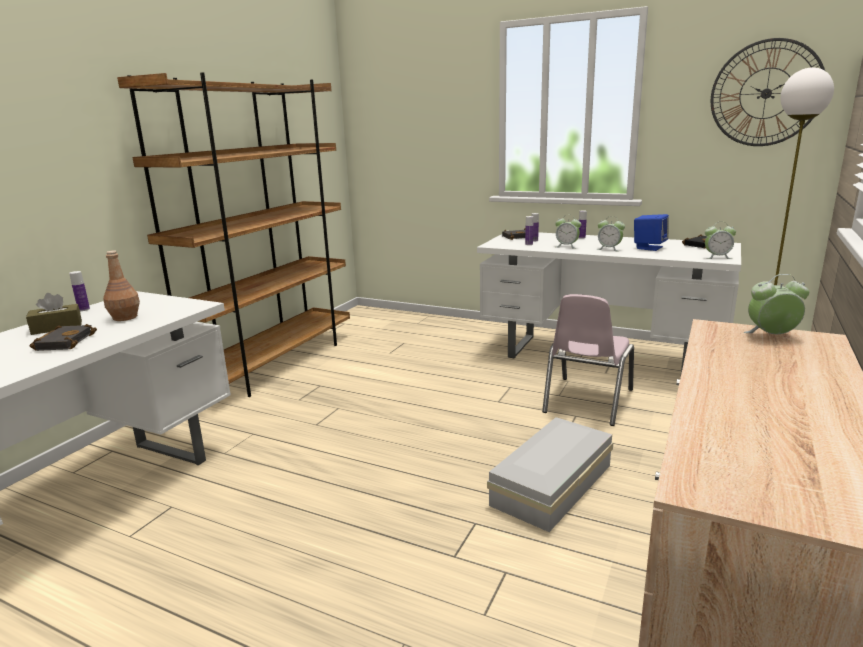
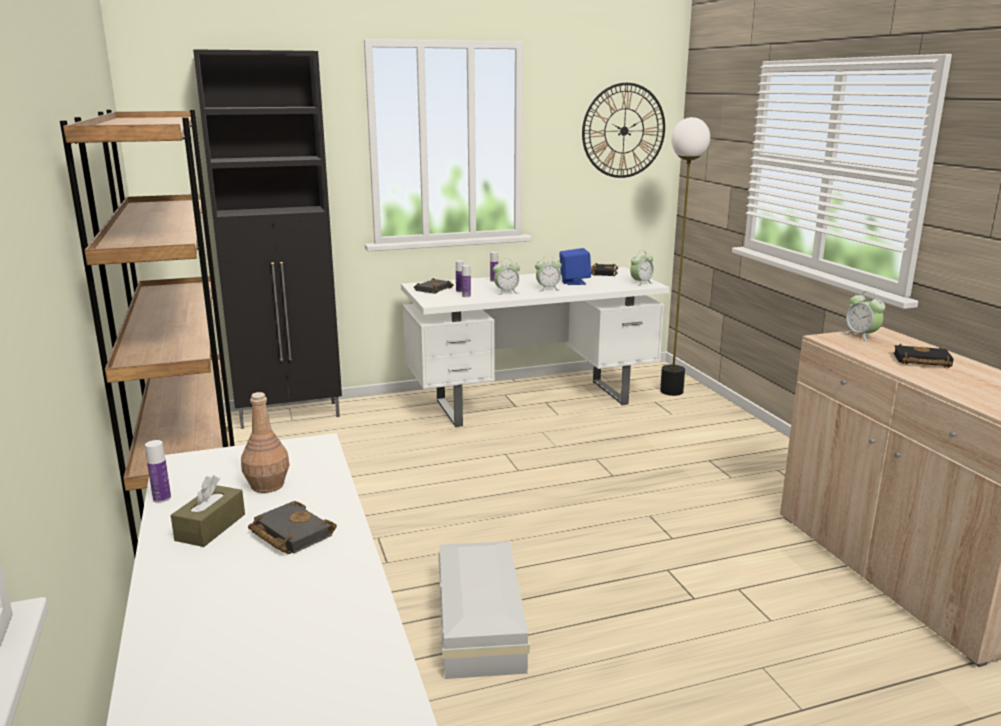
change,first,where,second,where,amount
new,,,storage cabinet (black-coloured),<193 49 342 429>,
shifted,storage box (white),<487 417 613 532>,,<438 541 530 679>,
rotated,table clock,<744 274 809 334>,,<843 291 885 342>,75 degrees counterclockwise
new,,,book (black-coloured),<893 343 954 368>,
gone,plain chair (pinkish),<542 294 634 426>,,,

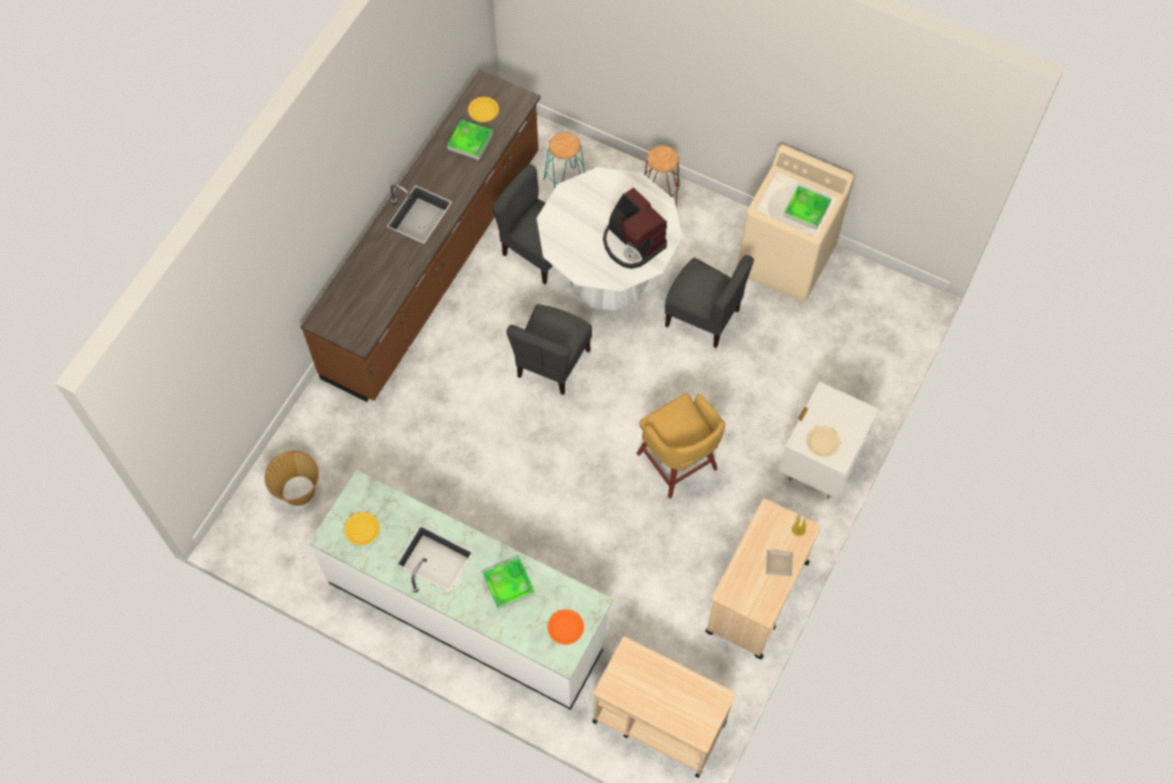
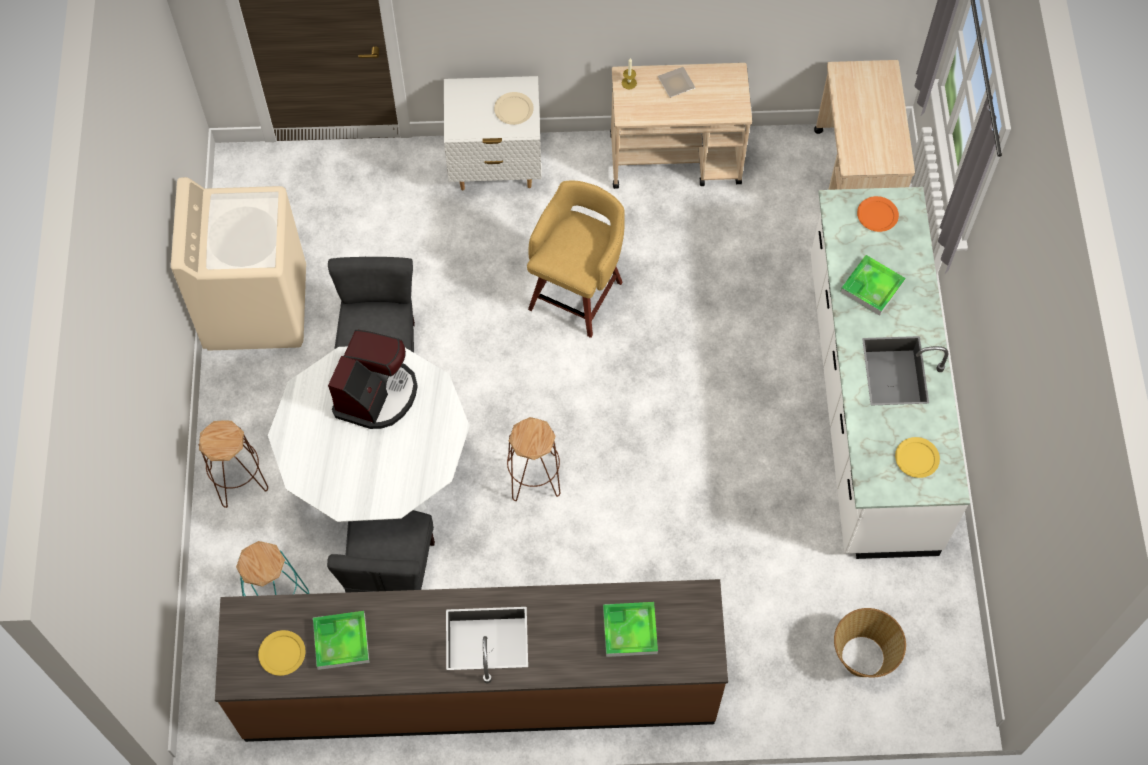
change,first,where,second,where,amount
swapped,plain chair (grey),<506 304 592 395>,sitting stool (brown-coloured),<507 417 561 501>,
shifted,tray,<784 186 831 230>,,<603 602 658 657>,

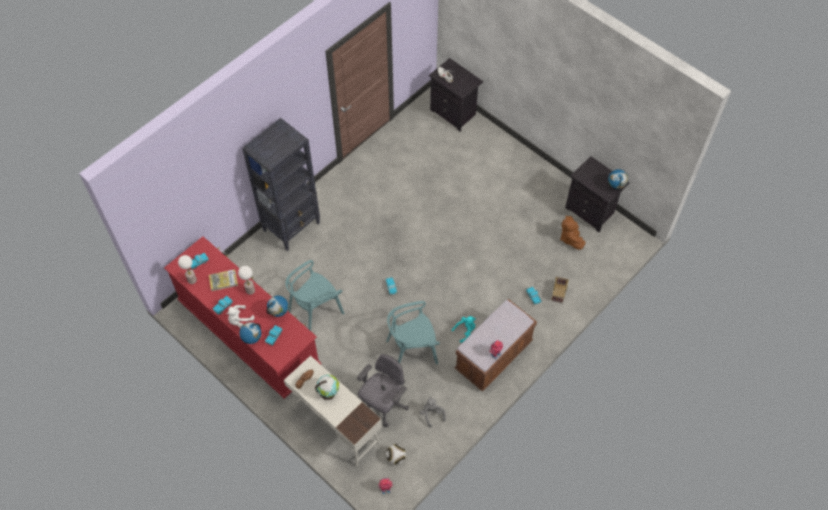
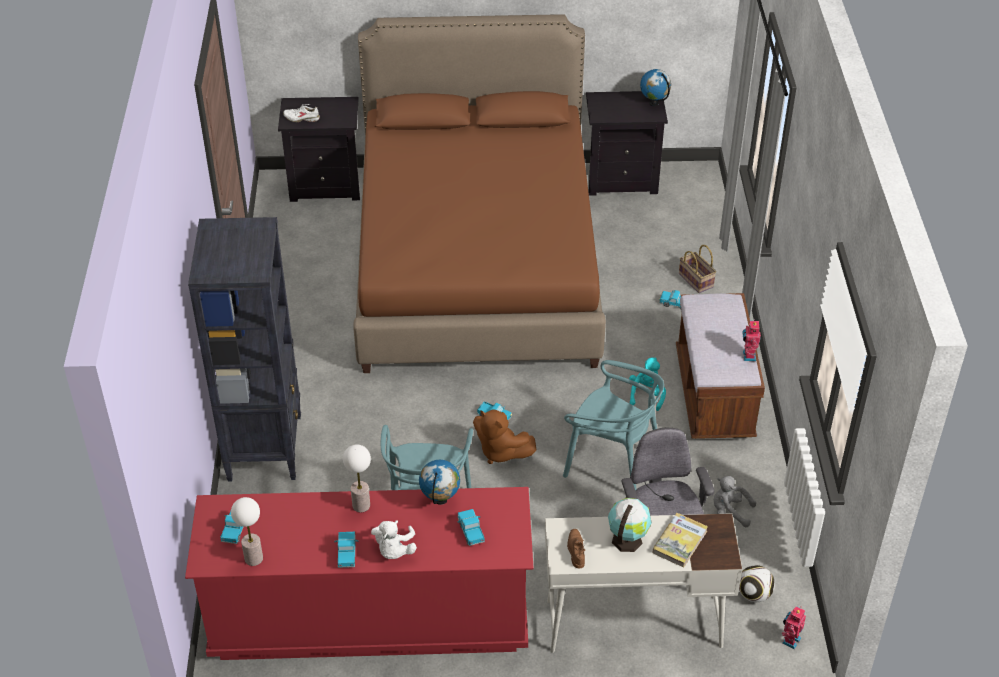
change,first,where,second,where,amount
new,,,sleeping bed (brown-coloured),<353 14 606 373>,
shifted,plush toy (brown-coloured),<560 215 585 250>,,<473 409 537 464>,
rotated,plain chair (turquoise-coloured),<386 301 440 364>,,<563 360 664 490>,90 degrees counterclockwise
shifted,book,<209 269 238 291>,,<652 513 708 567>,
gone,desk globe,<239 322 261 344>,,,

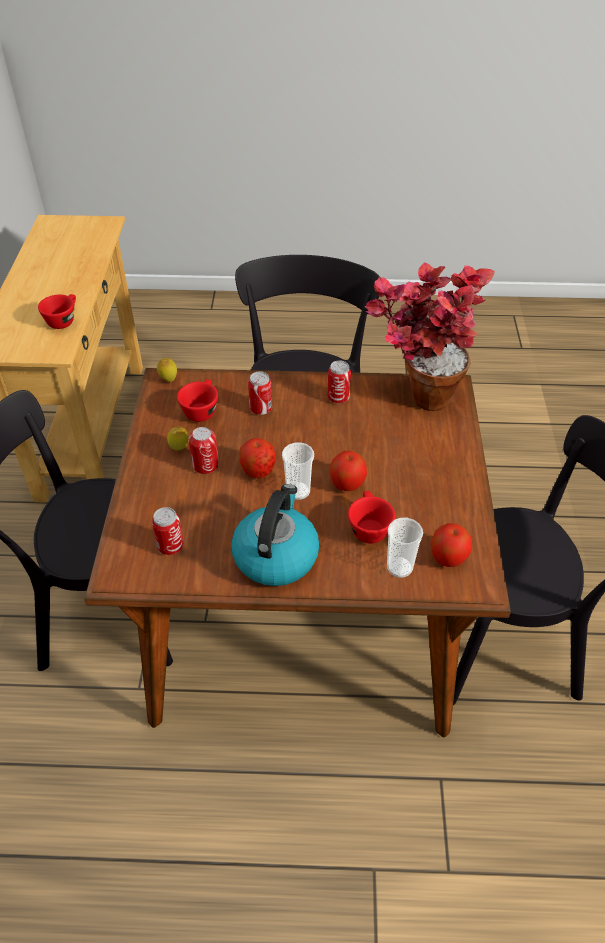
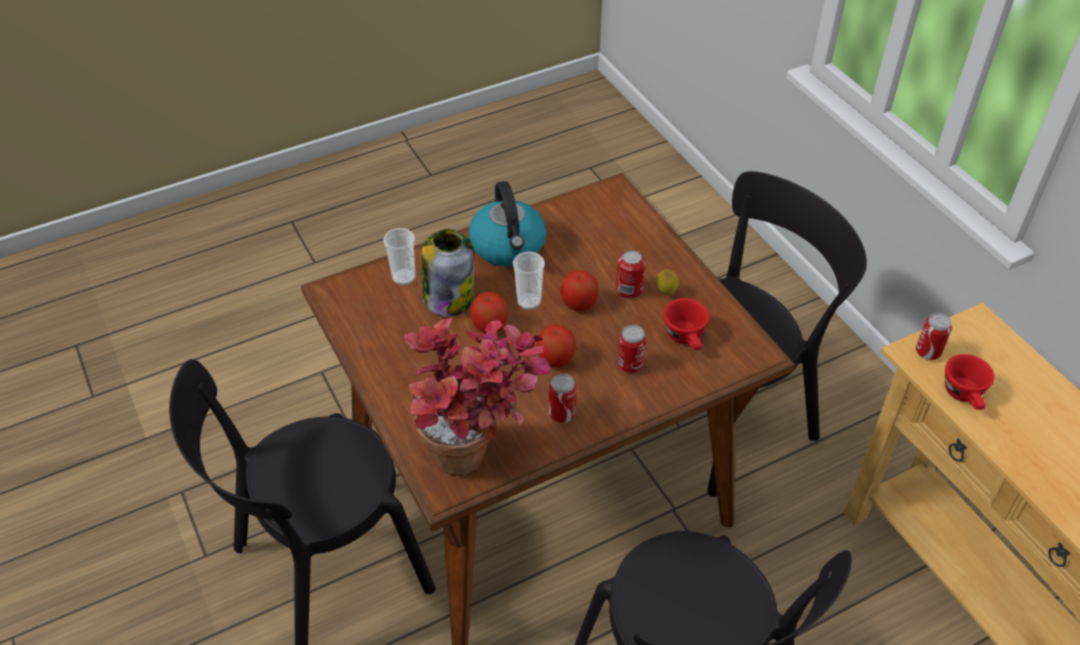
change,first,where,second,where,amount
swapped,cup (red-coloured),<348 491 395 544>,storage jar,<422 229 474 317>,
shifted,whole apple,<431 523 472 567>,,<536 324 576 368>,
shifted,can,<152 507 184 555>,,<916 313 952 360>,
gone,lemon,<157 358 177 382>,,,

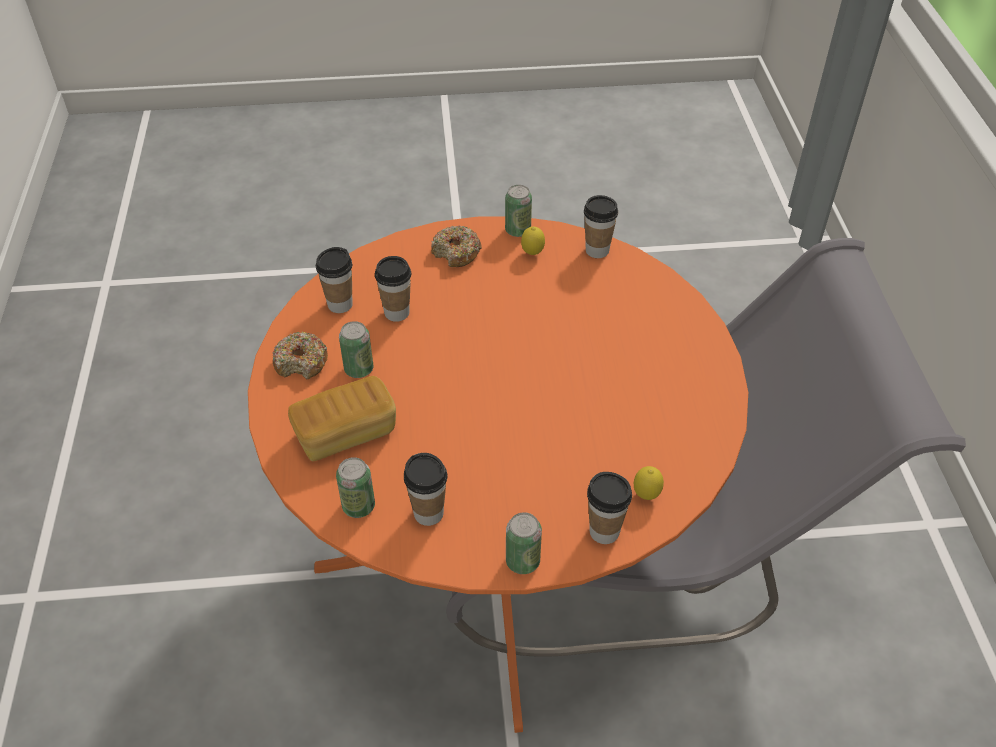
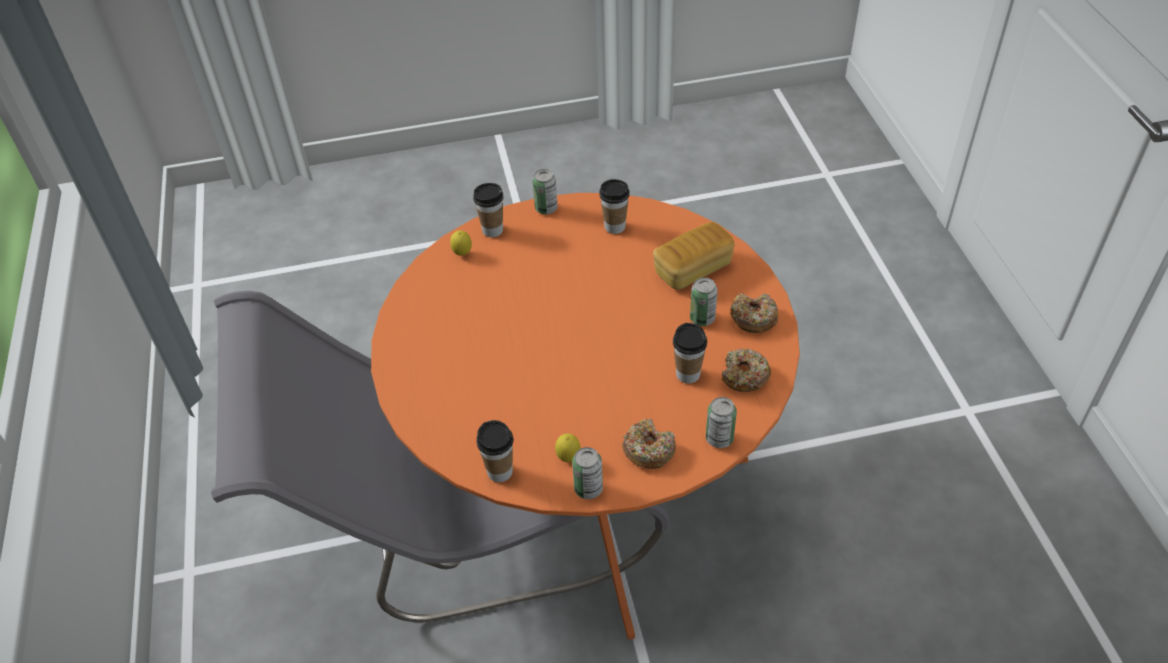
change,first,where,second,where,amount
shifted,can,<336 457 375 518>,,<706 397 737 448>,
swapped,cup,<316 247 353 313>,donut,<722 349 771 392>,

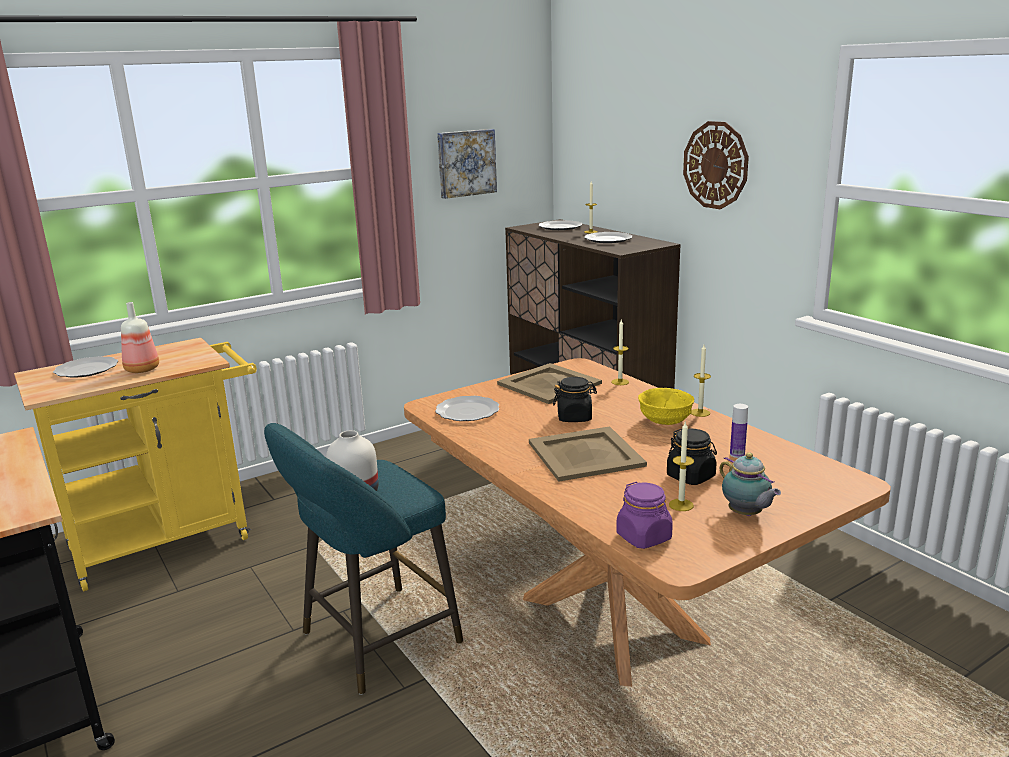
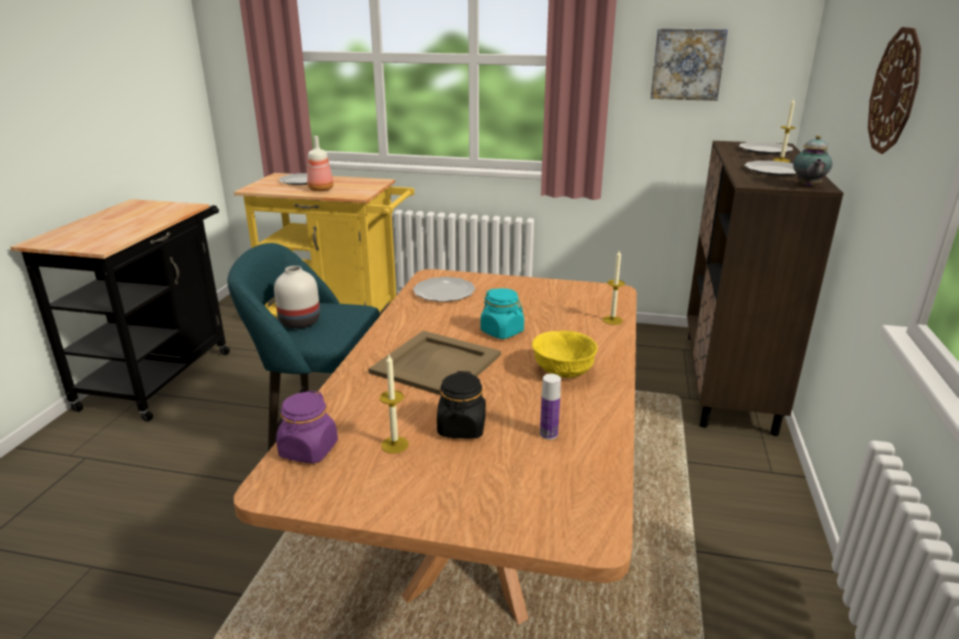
change,first,where,second,where,amount
repainted,storage jar (black-coloured),<553 377 597 422>,storage jar (turquoise-coloured),<480 288 524 339>,
shifted,pot for tea,<719 452 781 516>,,<793 135 832 187>,
gone,tray (beige-coloured),<497 363 602 404>,,,
gone,wax candle,<691 345 711 417>,,,

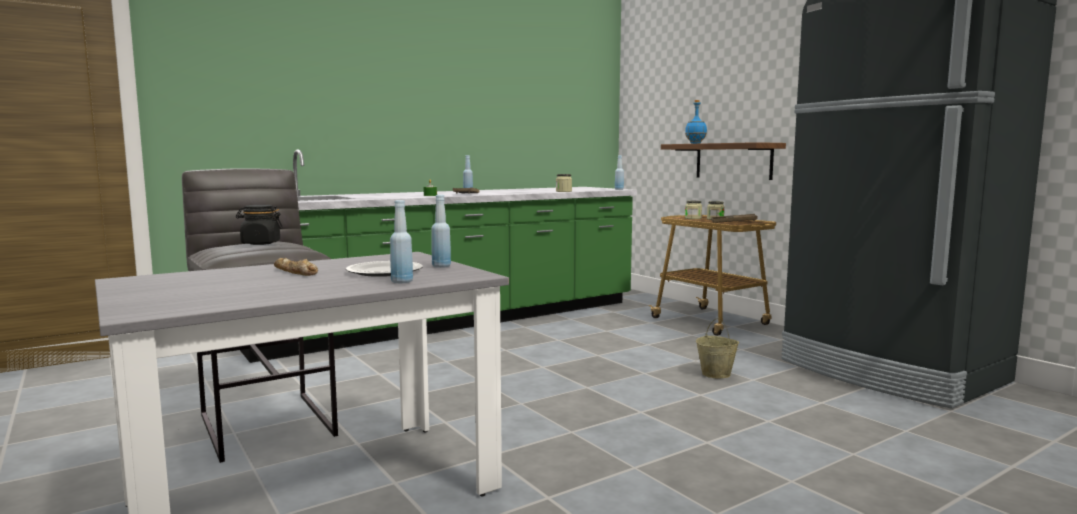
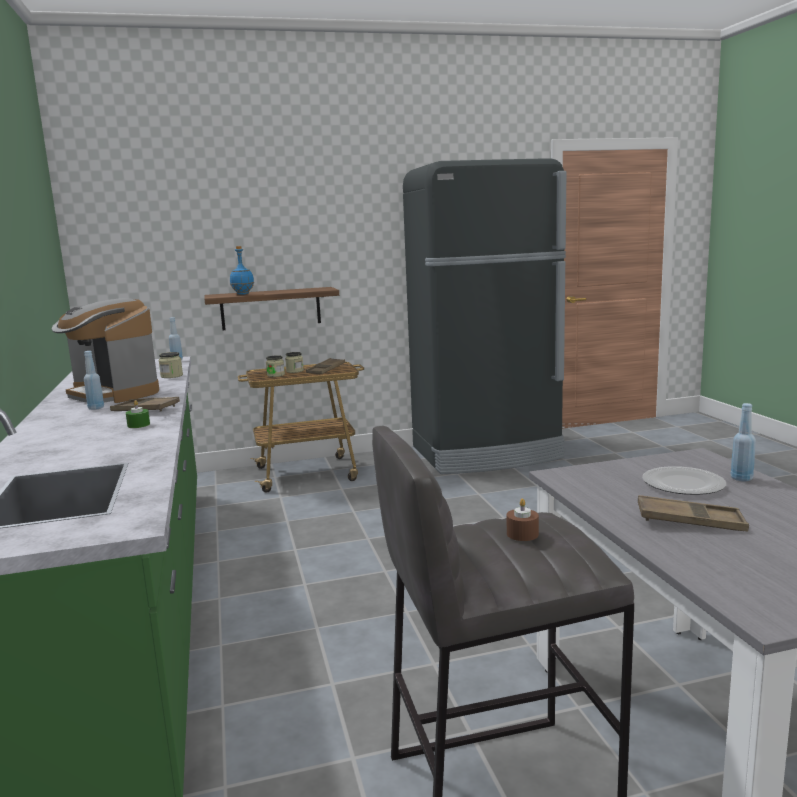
change,first,where,second,where,amount
new,,,coffee brewer,<52 298 159 403>,
swapped,storage jar (black-coloured),<236 205 283 245>,wax candle (brown-coloured),<507 499 539 541>,
swapped,bakery bread,<274 258 318 276>,tray (brown-coloured),<638 495 749 532>,
gone,beverage bottle (blue),<431 195 451 268>,,,
gone,water bucket (beige-coloured),<696 318 739 379>,,,

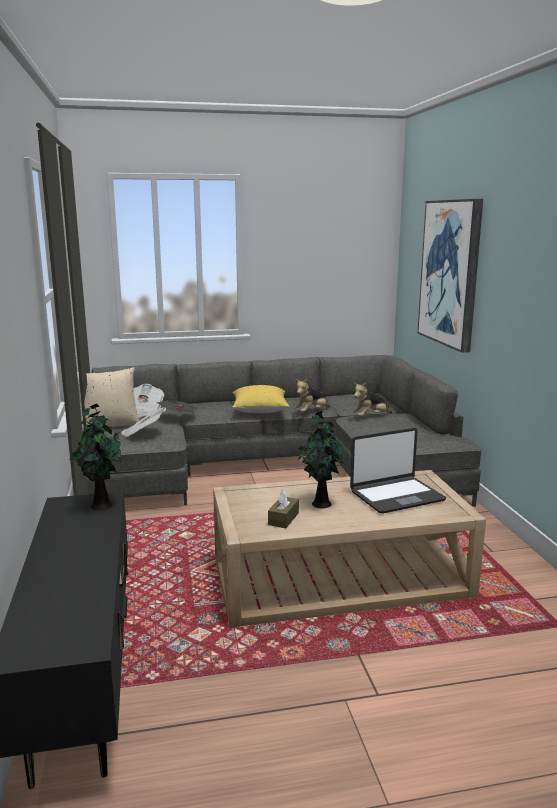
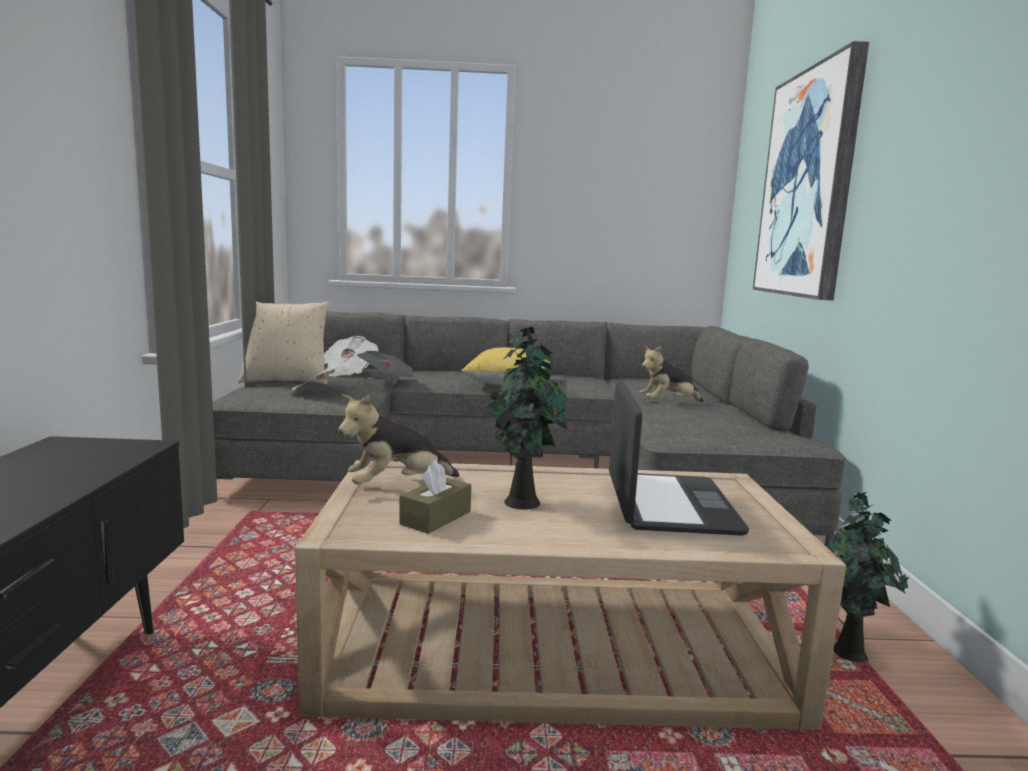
change,first,where,second,where,amount
shifted,plush toy,<294 379 330 412>,,<338 394 460 484>,
rotated,notebook computer,<350 428 446 514>,,<609 381 749 536>,75 degrees counterclockwise
shifted,potted plant,<69 404 121 510>,,<826 492 909 662>,

